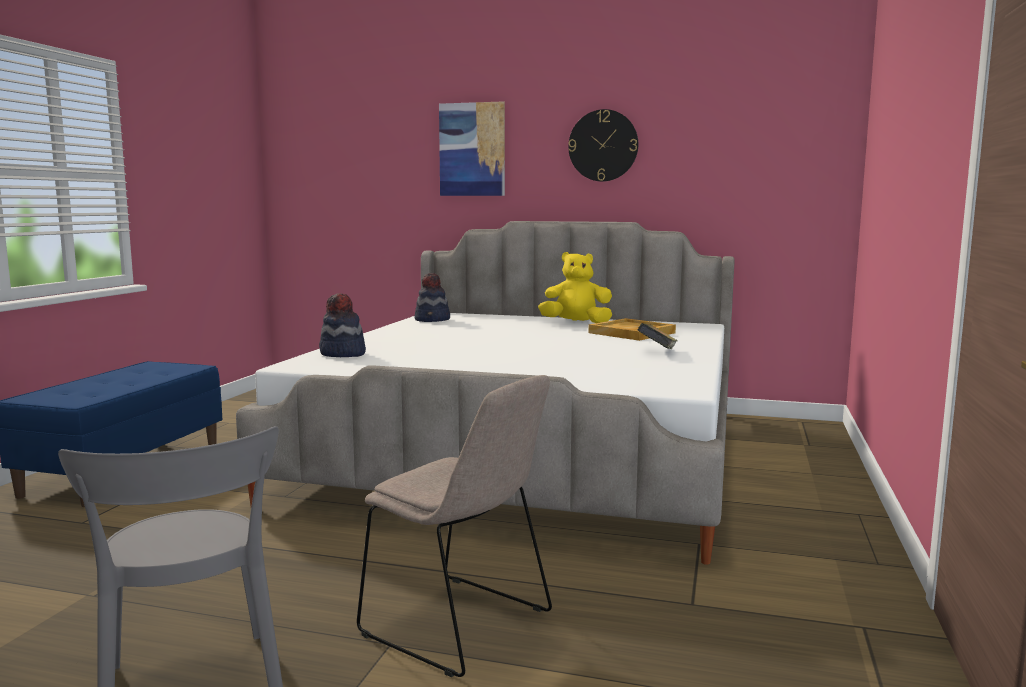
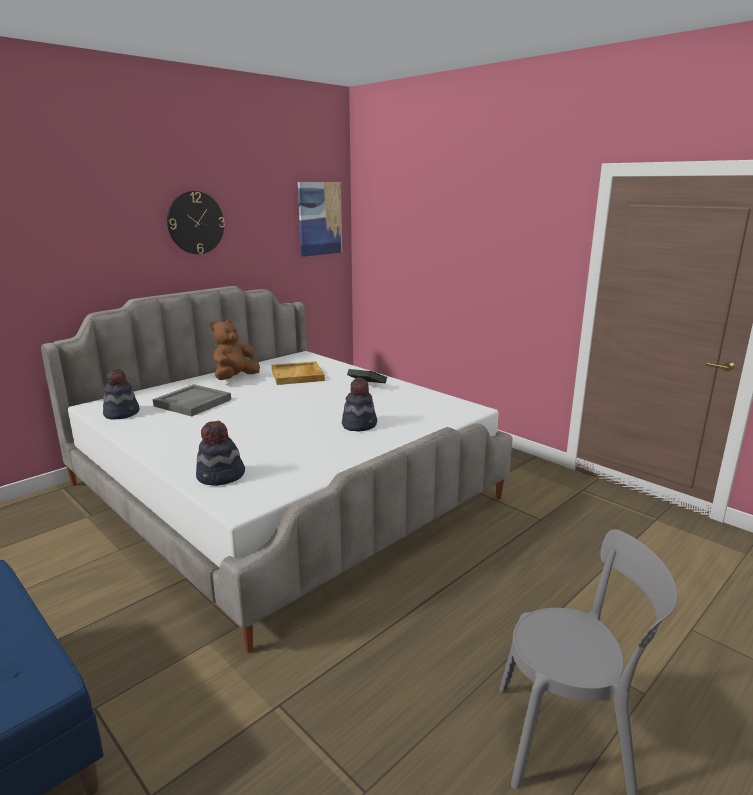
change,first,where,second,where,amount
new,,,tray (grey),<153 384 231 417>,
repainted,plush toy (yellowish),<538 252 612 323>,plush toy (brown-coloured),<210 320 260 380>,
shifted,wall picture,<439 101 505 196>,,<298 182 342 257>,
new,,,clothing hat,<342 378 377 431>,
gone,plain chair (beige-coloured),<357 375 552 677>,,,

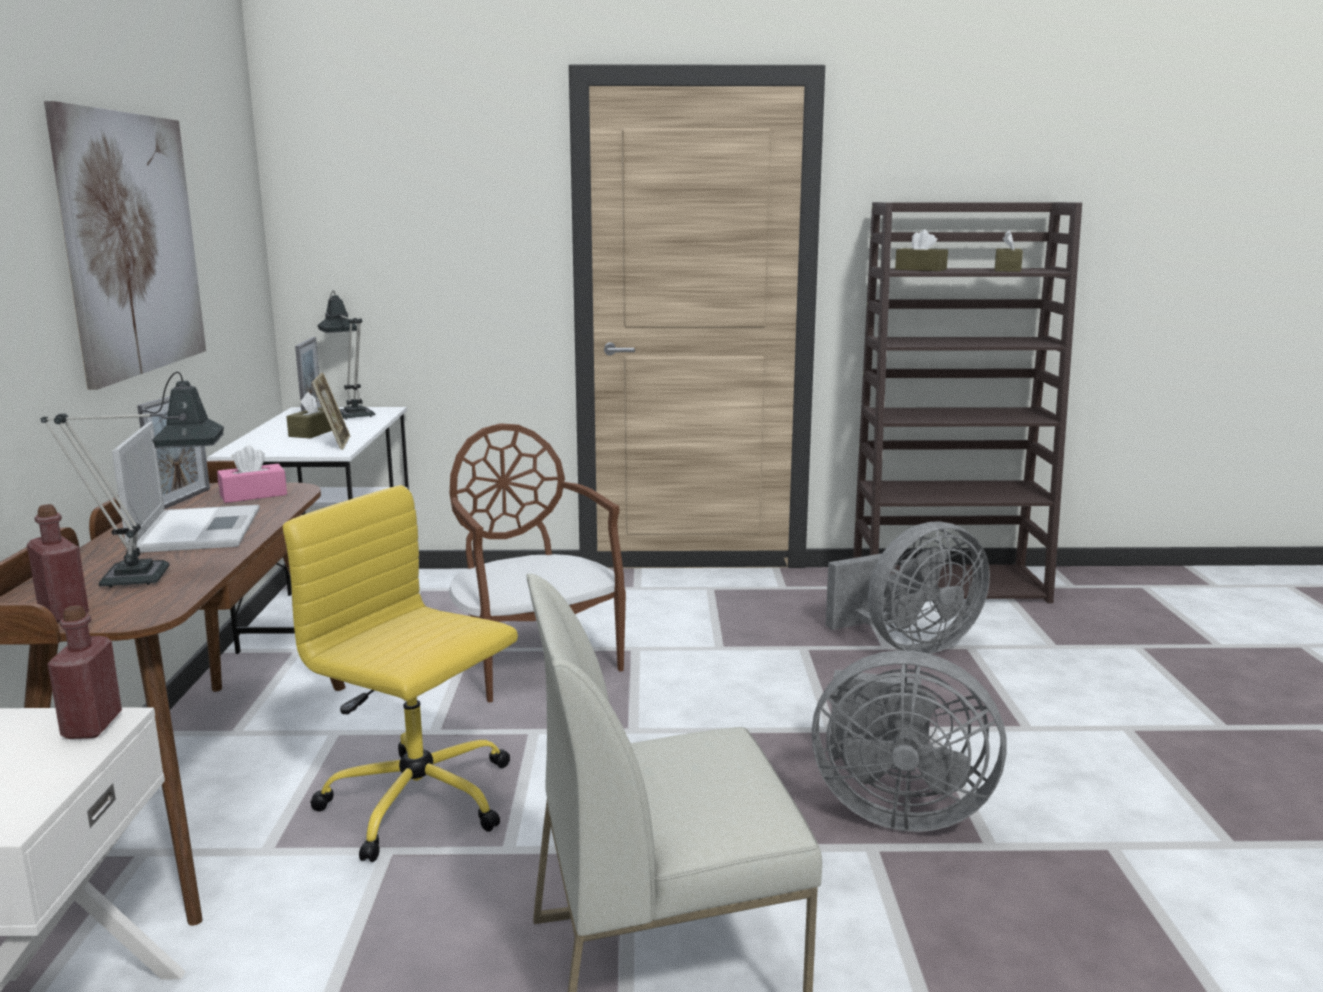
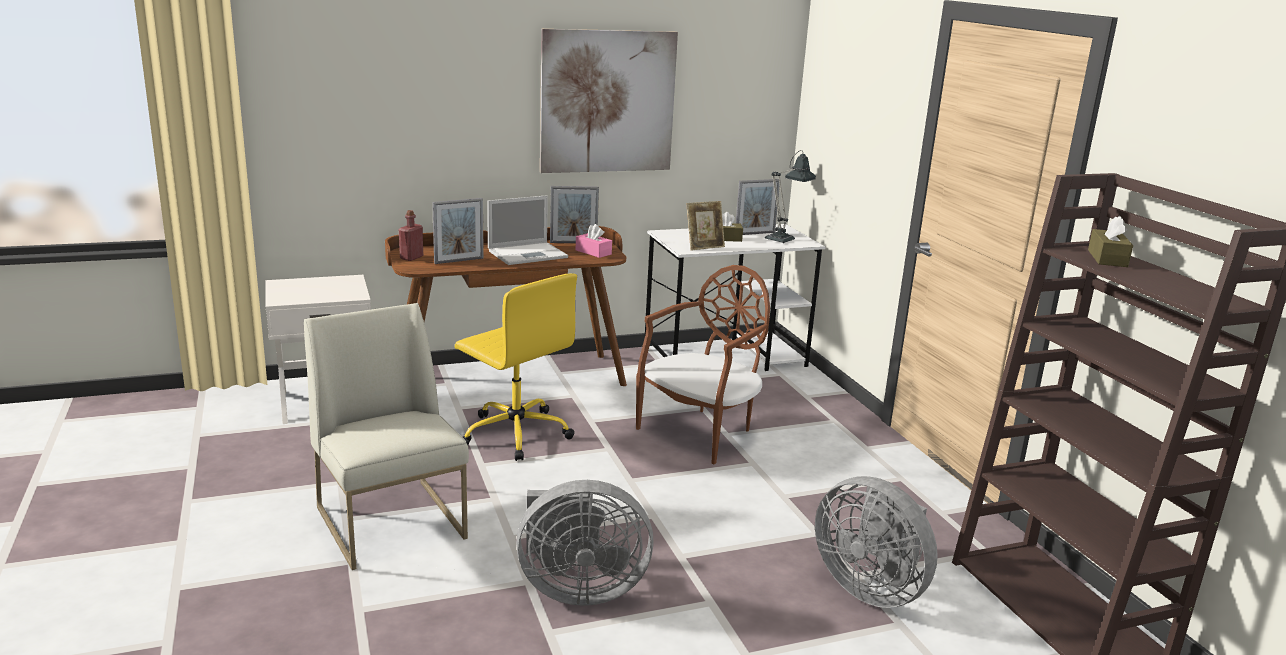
change,first,where,second,where,amount
swapped,tabletop lamp,<41 372 224 588>,photo frame,<432 198 484 264>,
rotated,computer chair (yellowish),<283 485 518 862>,,<455 273 577 461>,120 degrees clockwise
rotated,cooling fan (grey),<812 650 1007 832>,,<516 480 654 606>,90 degrees counterclockwise
gone,beverage bottle (red-coloured),<47 605 122 739>,,,
gone,tissue box (brown-coloured),<995 230 1023 272>,,,

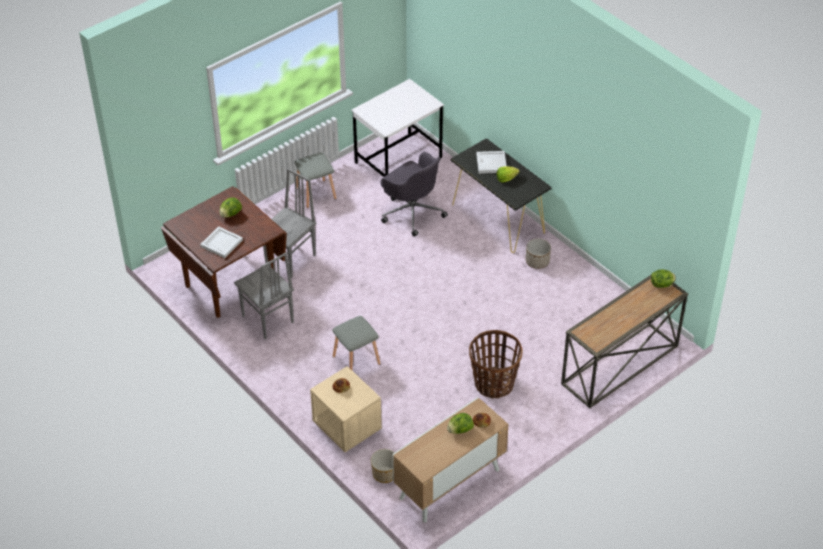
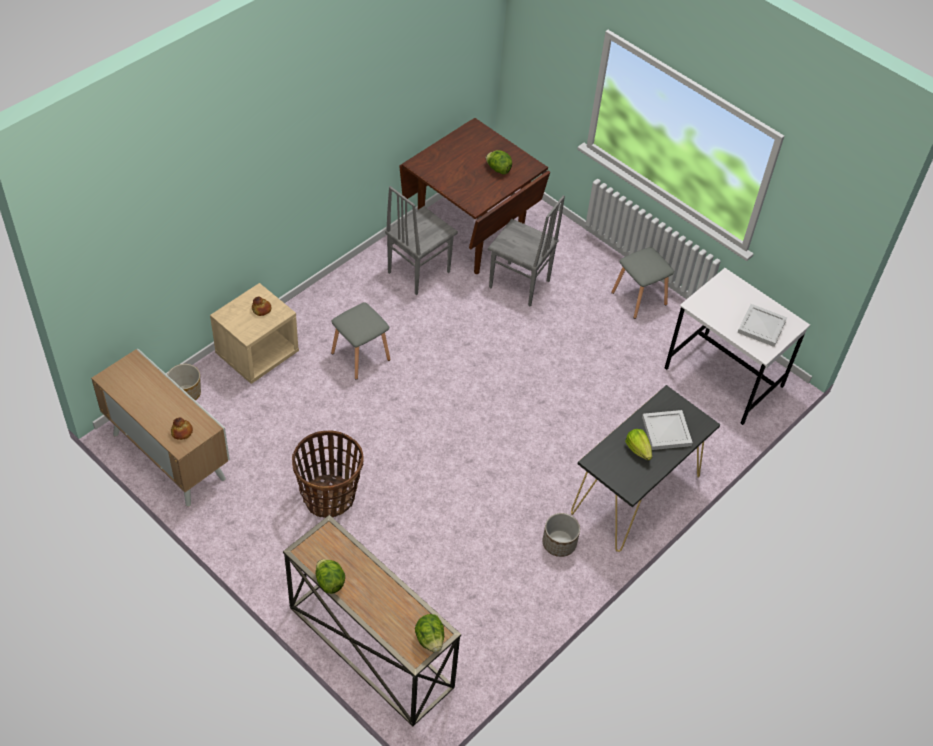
change,first,where,second,where,amount
shifted,head of lettuce,<447 413 474 434>,,<316 559 345 594>,
shifted,tray (white),<200 226 243 258>,,<737 304 787 347>,
gone,computer chair (grey),<381 152 448 237>,,,

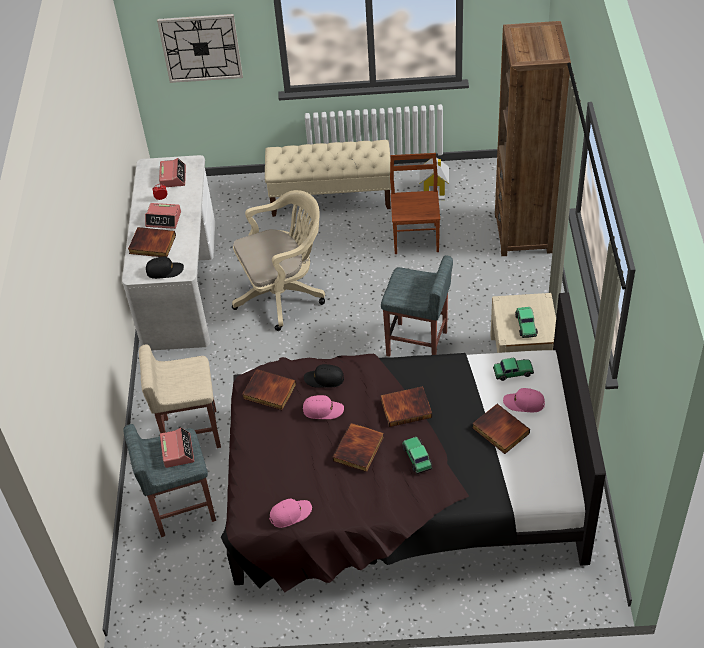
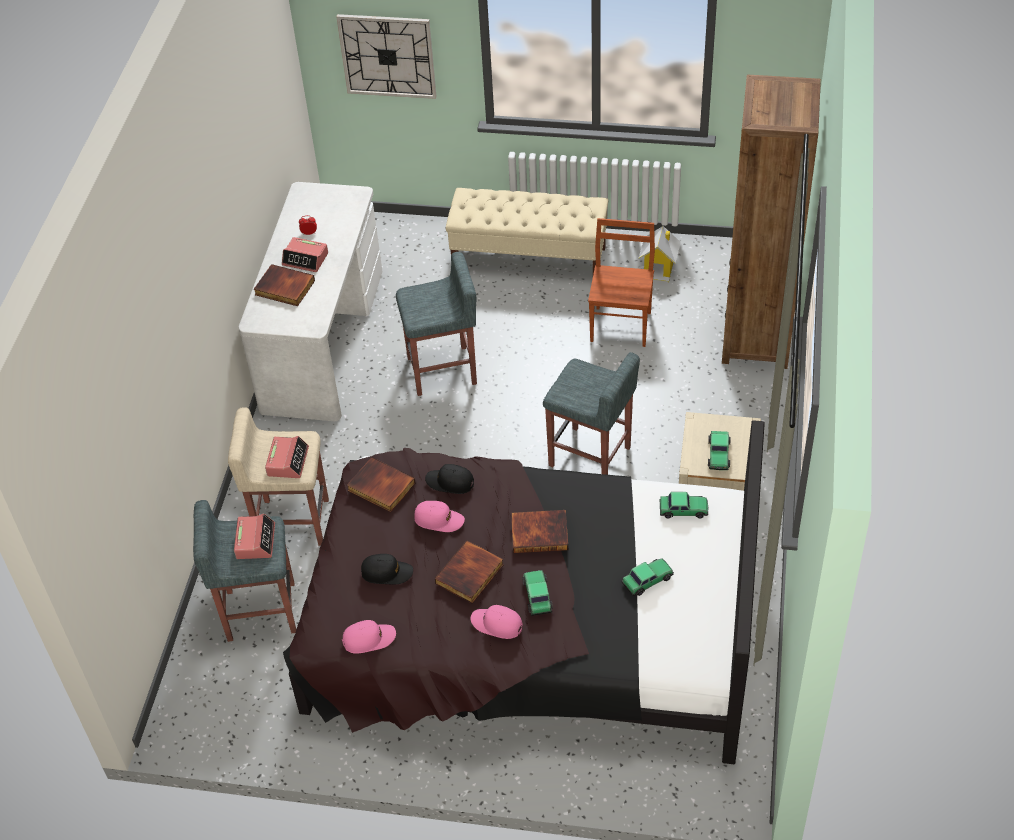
change,first,where,second,where,amount
shifted,table clock,<159 158 186 187>,,<265 436 309 478>,
shifted,peaked cap (black-coloured),<146 257 184 279>,,<361 554 413 584>,
swapped,computer chair (beige-coloured),<232 190 325 331>,sitting stool (grey),<396 252 477 396>,
shifted,peaked cap (pinkish),<503 388 545 412>,,<471 605 523 639>,
swapped,book,<472 404 530 454>,toy car,<622 558 674 596>,

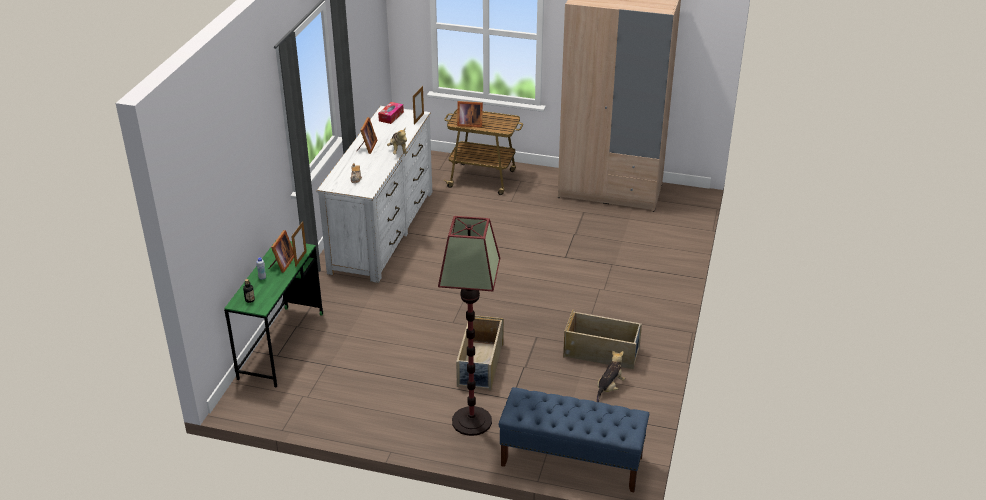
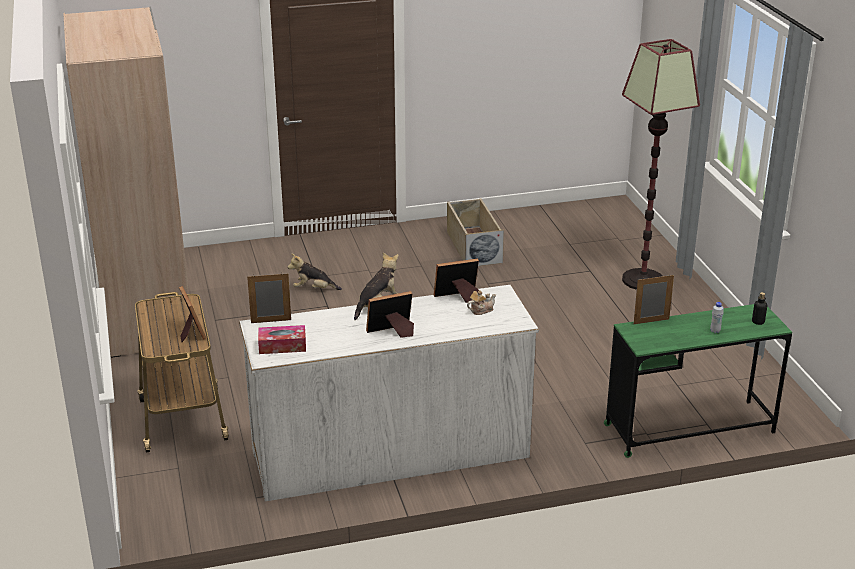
change,first,where,second,where,amount
shifted,plush toy,<597 351 625 402>,,<287 253 342 290>,
shifted,photo frame,<269 230 294 273>,,<433 259 479 303>,
gone,storage box (beige-coloured),<456 315 504 391>,,,
gone,bench (blue),<498 387 649 492>,,,

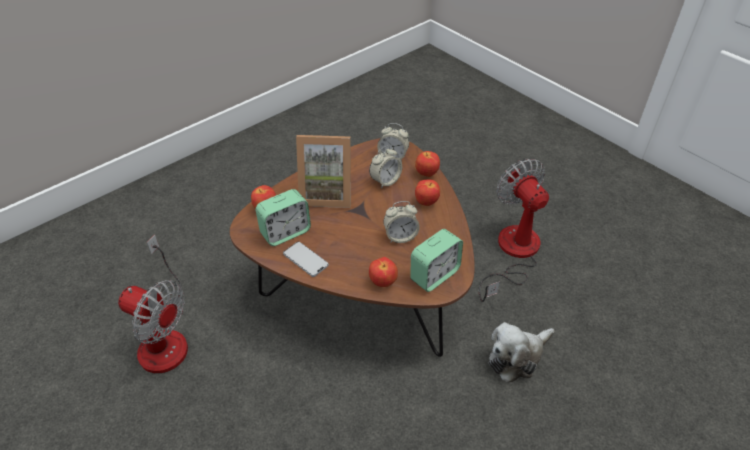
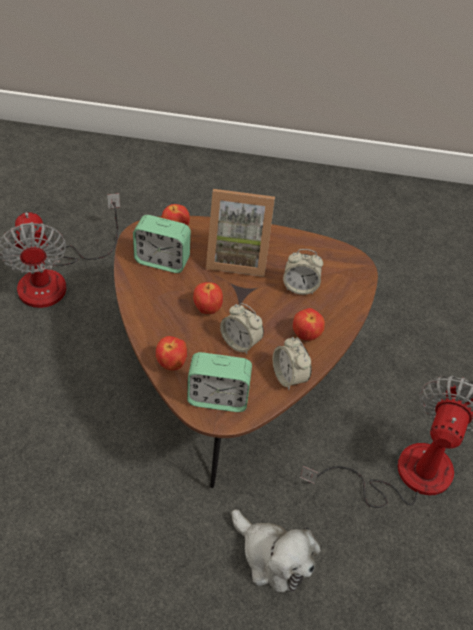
change,first,where,second,where,amount
shifted,whole apple,<415 151 440 177>,,<193 282 223 314>,
rotated,photo frame,<296 135 351 208>,,<206 189 275 277>,45 degrees counterclockwise
rotated,plush toy,<489 322 555 383>,,<232 509 321 593>,150 degrees counterclockwise
shifted,table clock,<377 123 409 162>,,<273 337 312 390>,
gone,telephone,<283 241 329 277>,,,

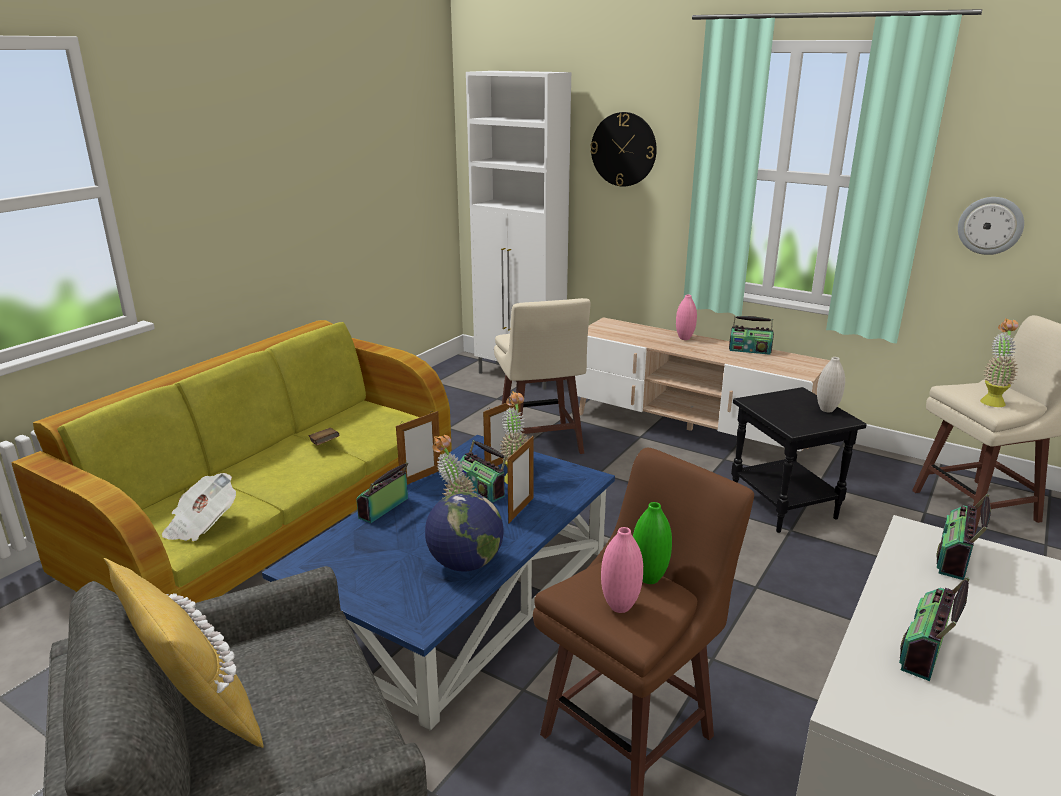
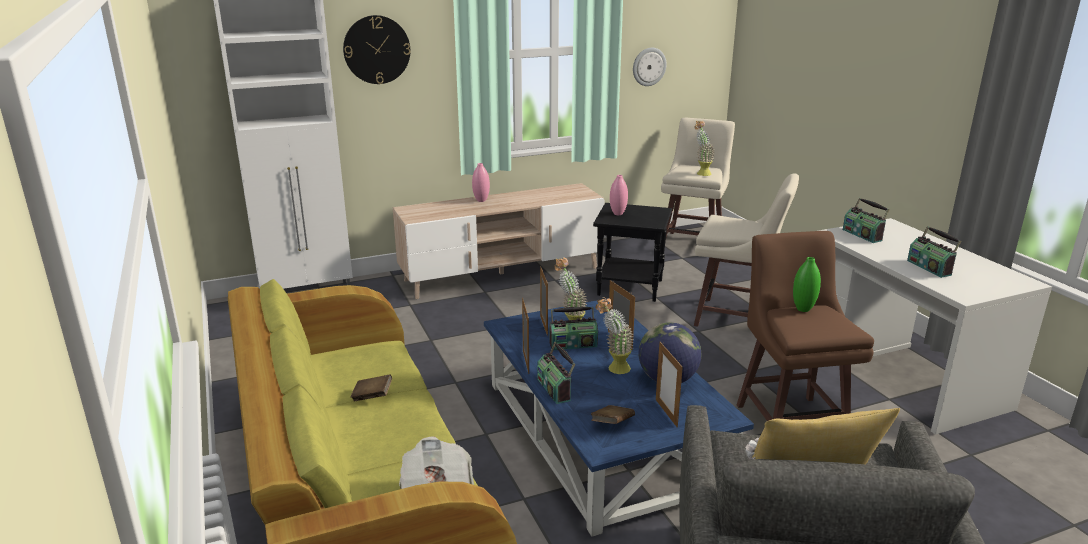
change,first,where,second,where,amount
new,,,book (brown-coloured),<591 405 635 424>,
shifted,vase (pinkish),<601 527 643 613>,,<610 175 628 215>,
new,,,photo frame,<656 342 683 427>,
shifted,sitting stool (beige-coloured),<494 298 591 454>,,<694 173 799 327>,
gone,radio set,<729 316 774 355>,,,
gone,vase (white),<817 357 845 412>,,,

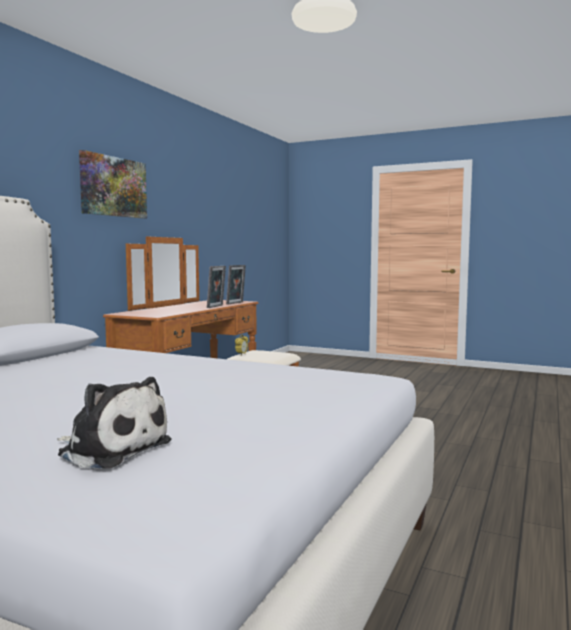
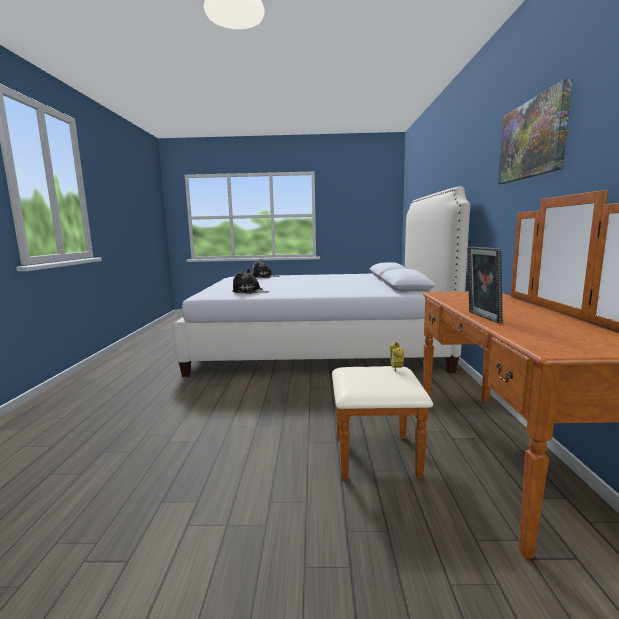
change,first,where,second,where,amount
new,,,plush toy,<232 268 270 294>,
gone,photo frame,<226 265 246 304>,,,

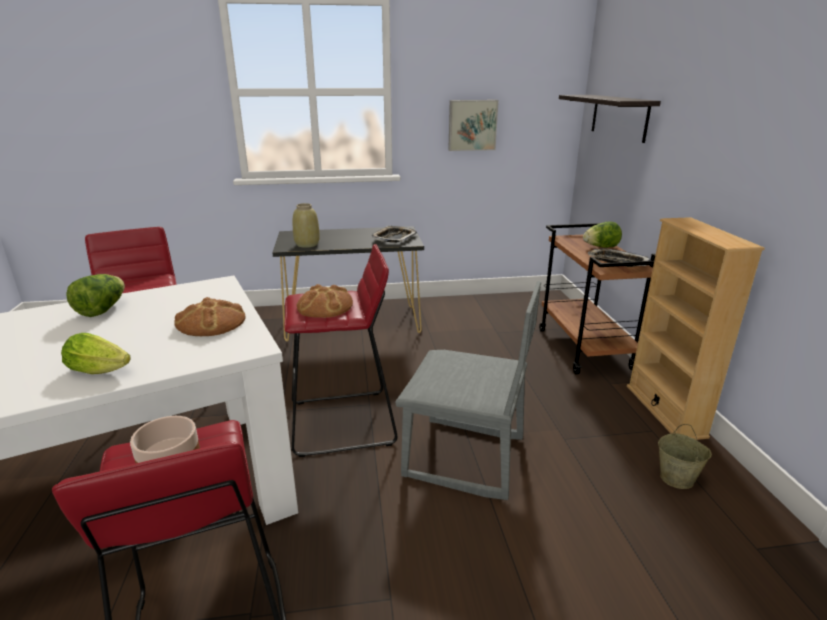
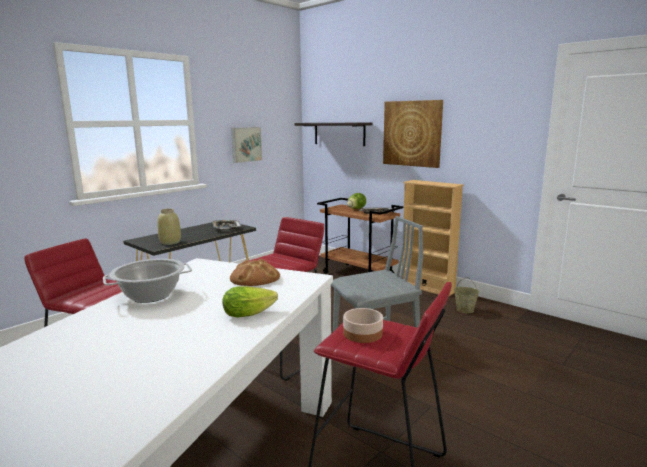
change,first,where,second,where,amount
swapped,head of lettuce,<67 274 125 317>,cooking pot,<103 259 192 303>,
new,,,wall picture,<383 100 443 168>,
gone,bakery bread,<297 284 353 318>,,,

